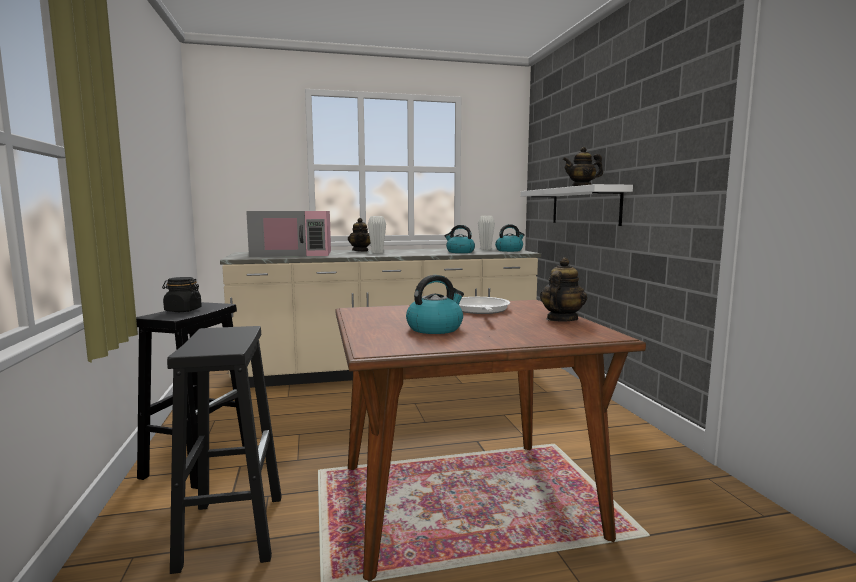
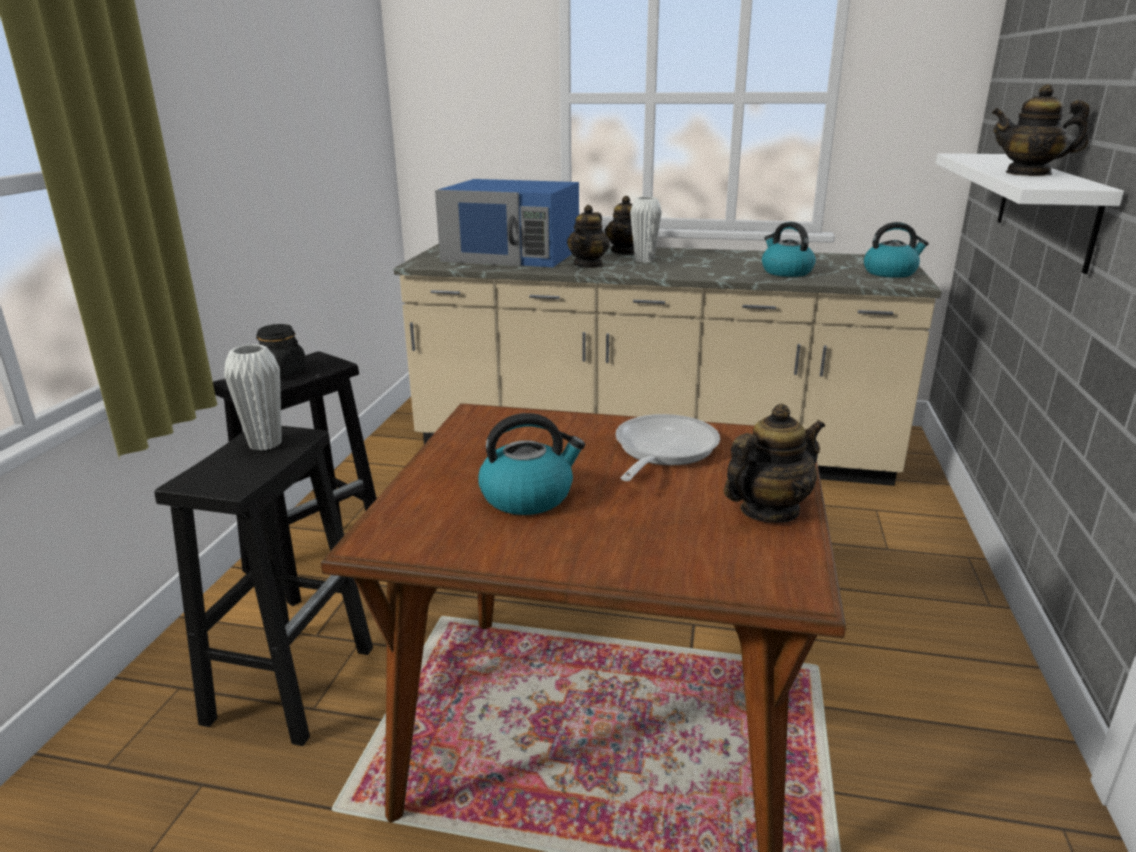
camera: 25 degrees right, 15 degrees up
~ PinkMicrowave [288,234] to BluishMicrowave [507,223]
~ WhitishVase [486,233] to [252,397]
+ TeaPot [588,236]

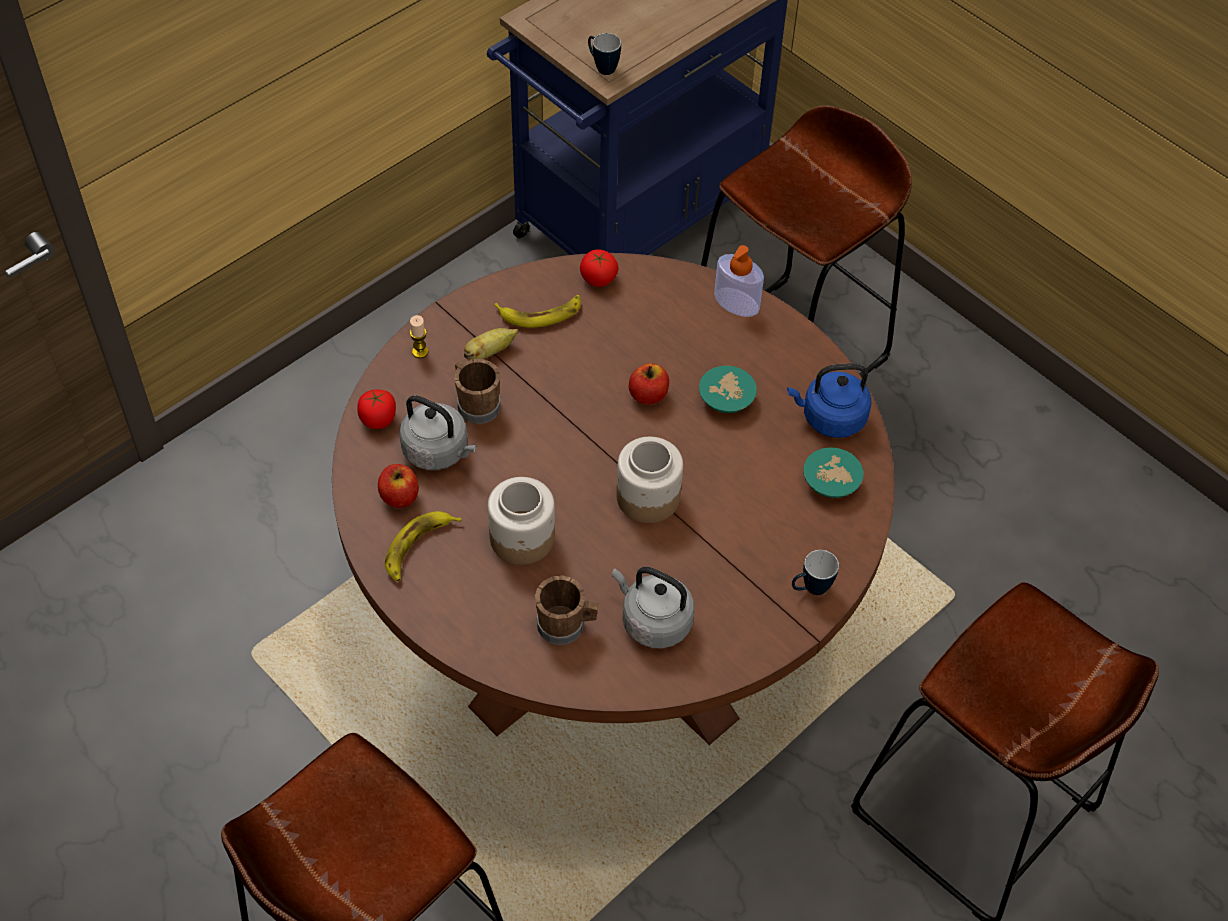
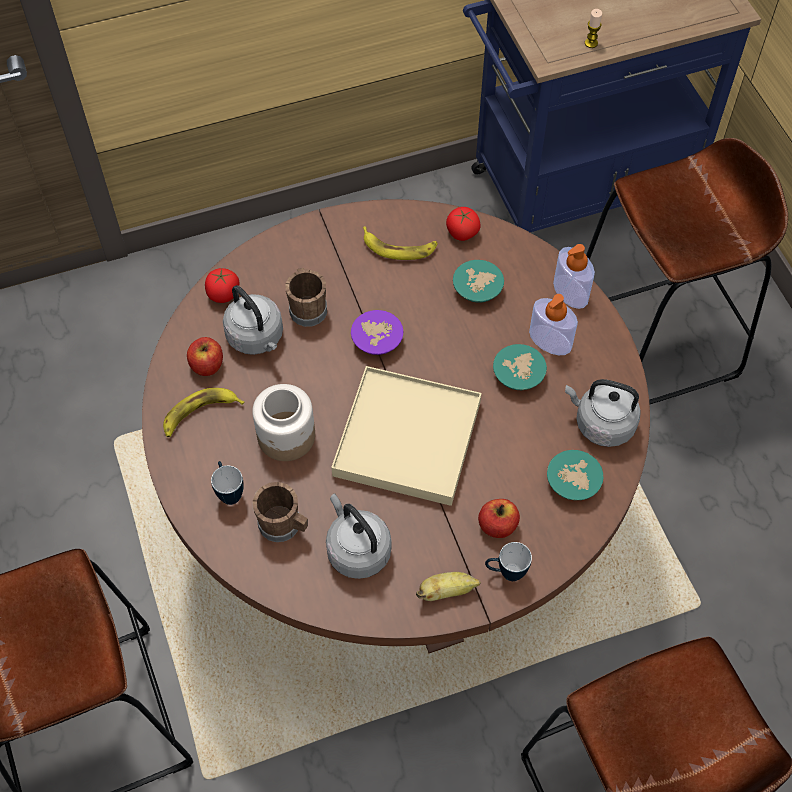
camera: 25 degrees right, 5 degrees up
~ TeaMug [604,54] to [227,483]
~ Candle [419,336] to [593,28]
~ BananaFruit [491,344] to [448,586]
~ AppleFruit [649,384] to [499,518]
~ BluishTeaKettle [829,401] to GrayTeaKettle [603,413]
~ StorageJar [649,480] to SandColouredTray [406,436]
+ BlueGreenServingBowl [478,281]
+ LiquidSoapBottle [553,325]
+ PurpleServingBowl [377,332]

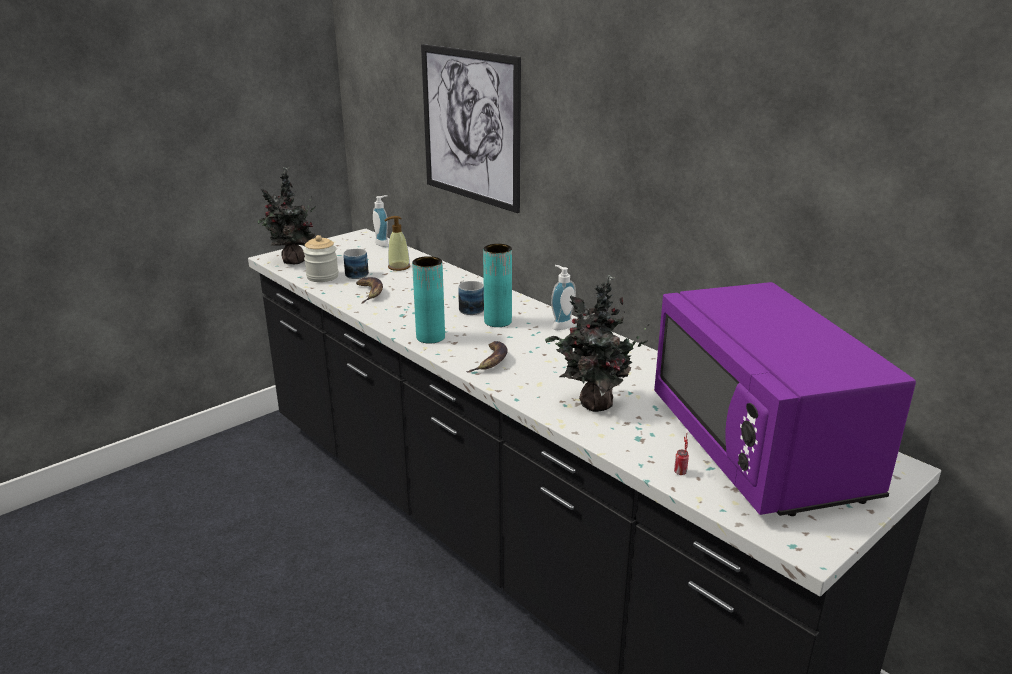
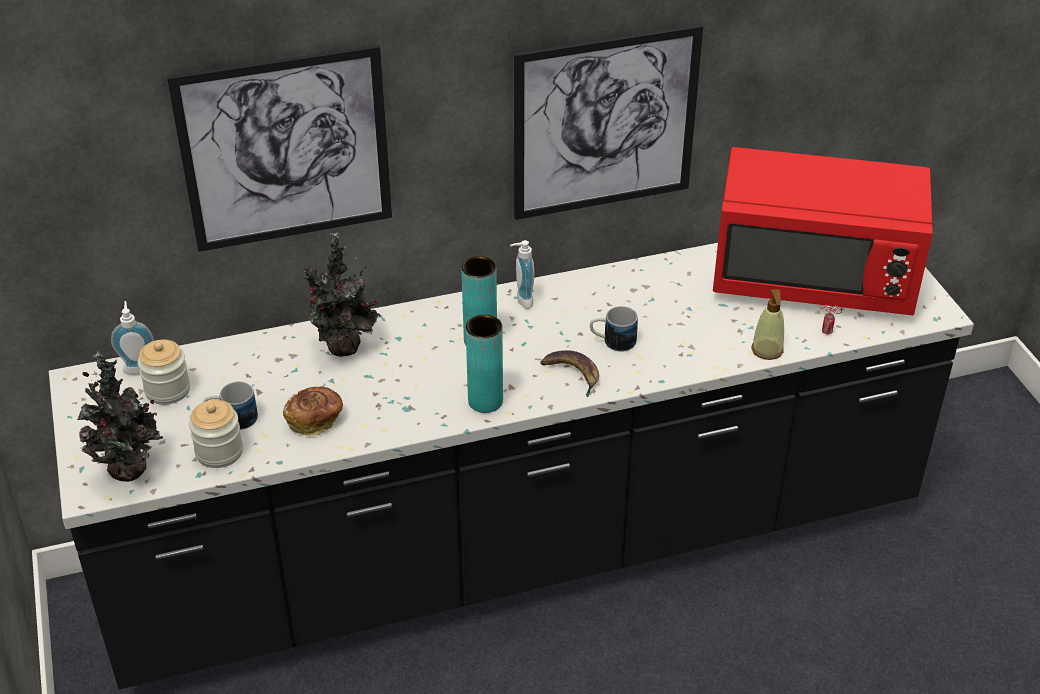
camera: 65 degrees left, 15 degrees up
~ LiquidSoapBottle [398,243] to [768,324]
~ PottedPlant [597,343] to [342,294]
~ BananaFruit [369,290] to BakeryBread [313,411]
~ TeaMug [471,297] to [614,329]
~ PurpleMicrowave [785,399] to ReddishMicrowave [823,231]
+ WallPicture [608,122]
+ StorageJar [163,372]

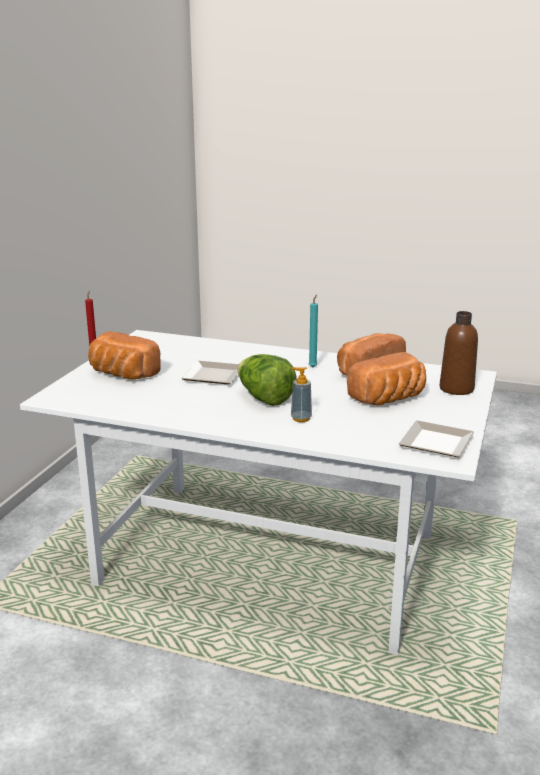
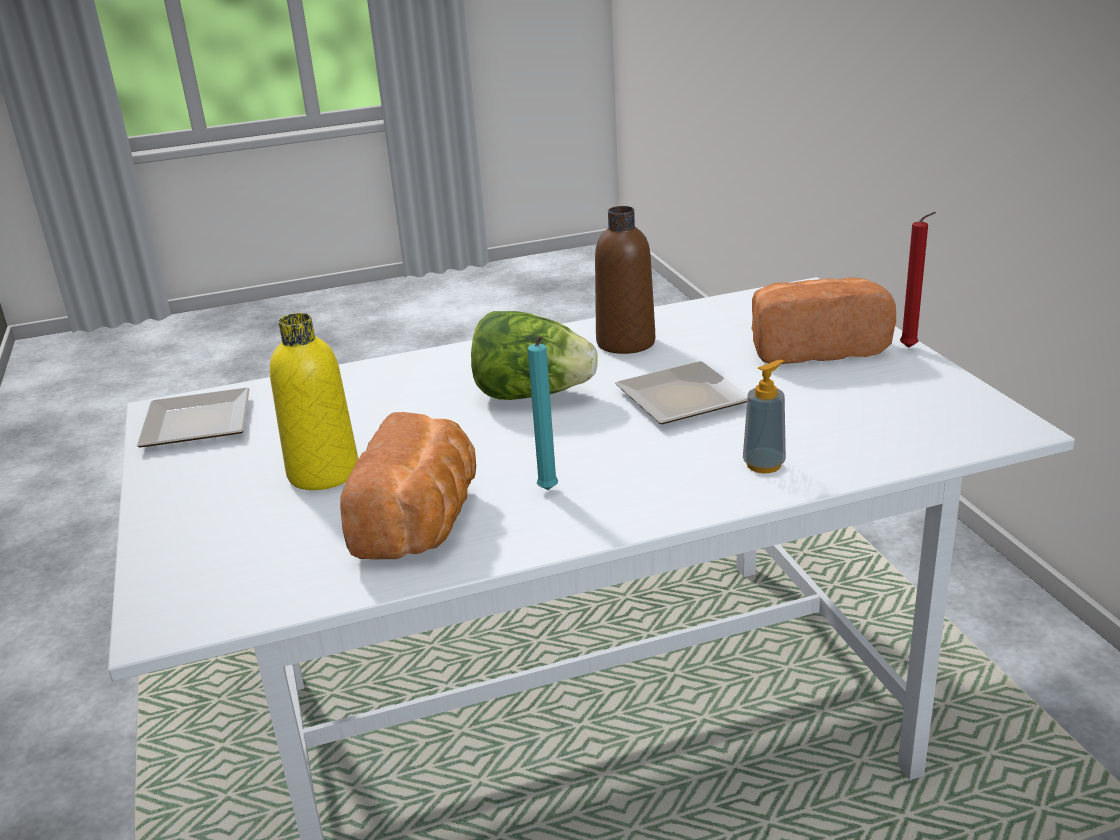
camera: 145 degrees right, 5 degrees up
~ BrownDrinkBottle [459,353] to [625,280]
~ BakeryBread [386,379] to YellowColouredDrinkBottle [314,401]
~ LiquidSoapBottle [301,394] to [764,416]

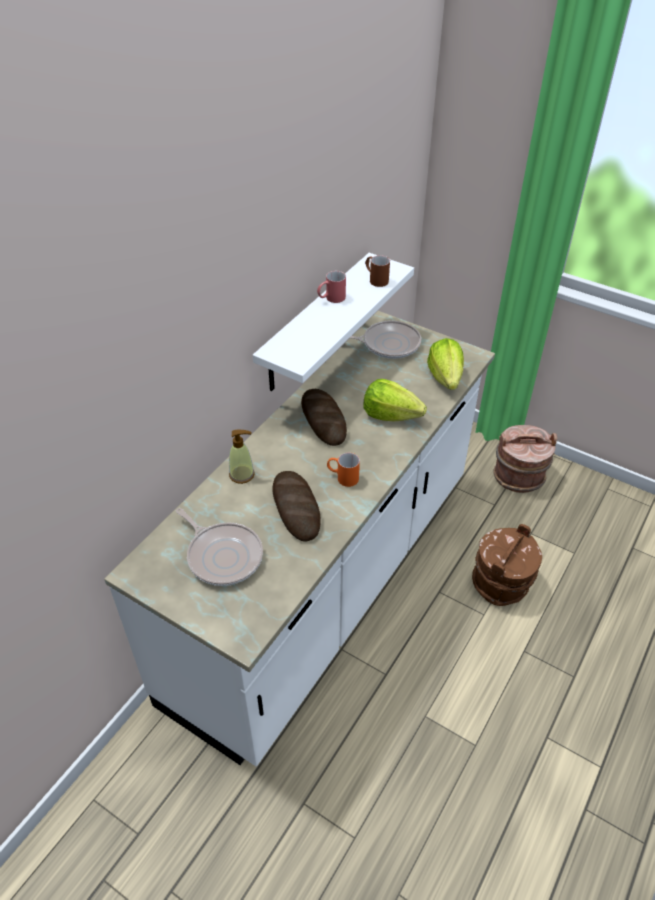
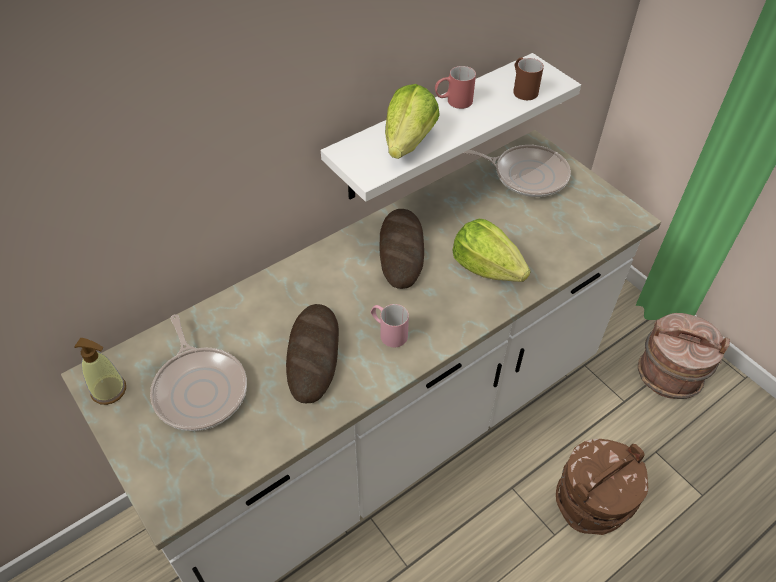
camera: 20 degrees right, 5 degrees up
~ Lettuce [445,364] to [412,121]
~ LiquidSoapBottle [242,457] to [100,371]
~ OrangeTeaMug [343,470] to PinkTeaMug [390,325]

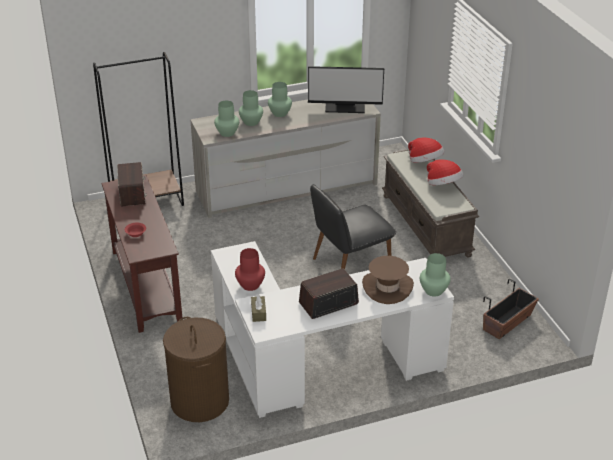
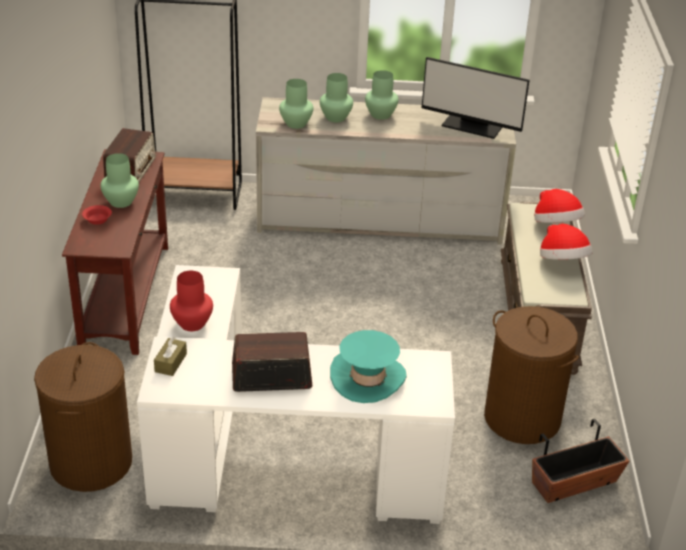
camera: 20 degrees right, 0 degrees up
- BlackishPlainChair [353,227]
~ GreenVase [435,275] to [119,180]
~ BrownWearableHat [388,280] to BlueGreenWearableHat [368,366]
+ BrownHamper [531,375]

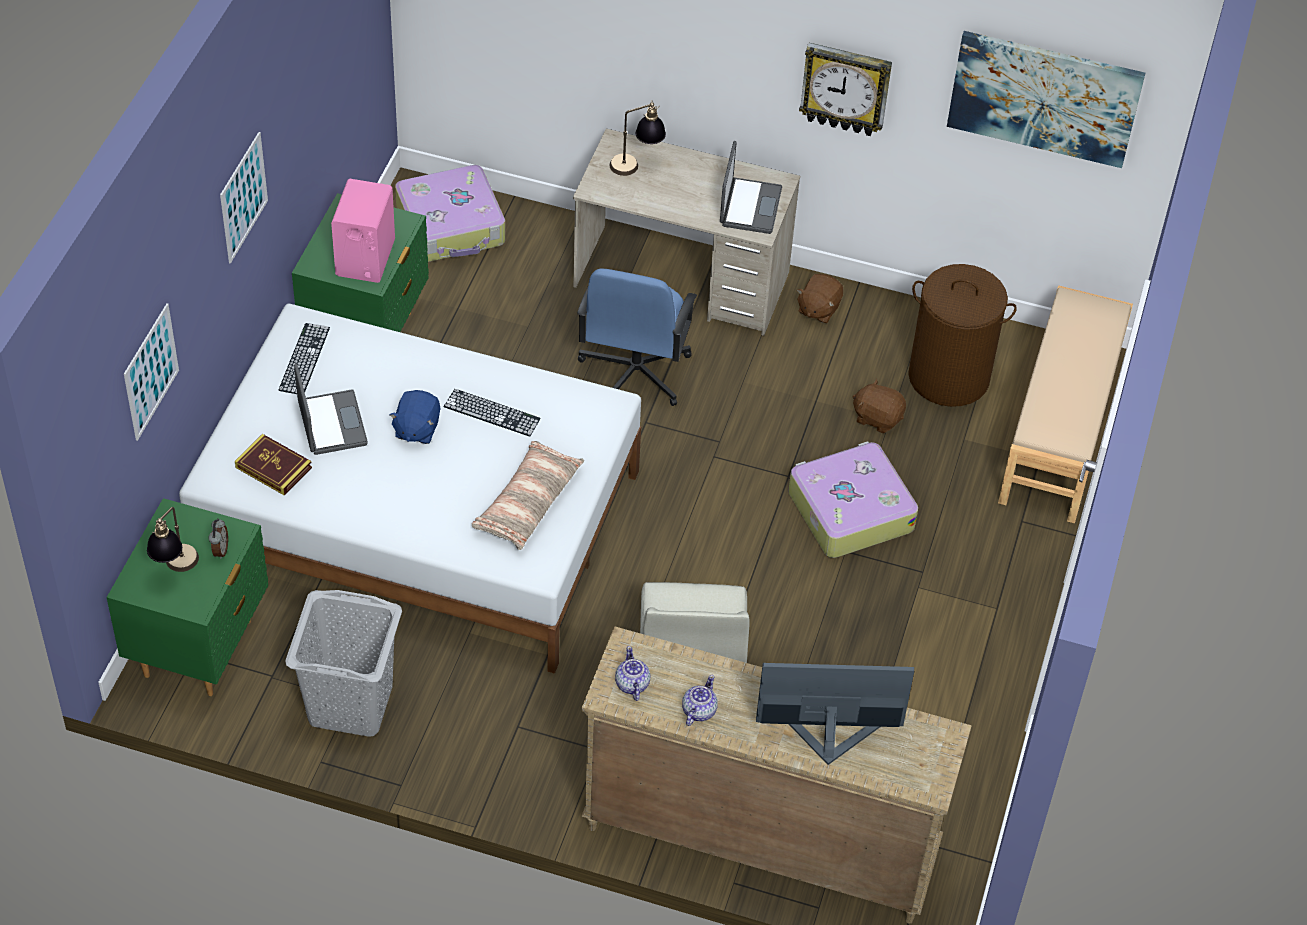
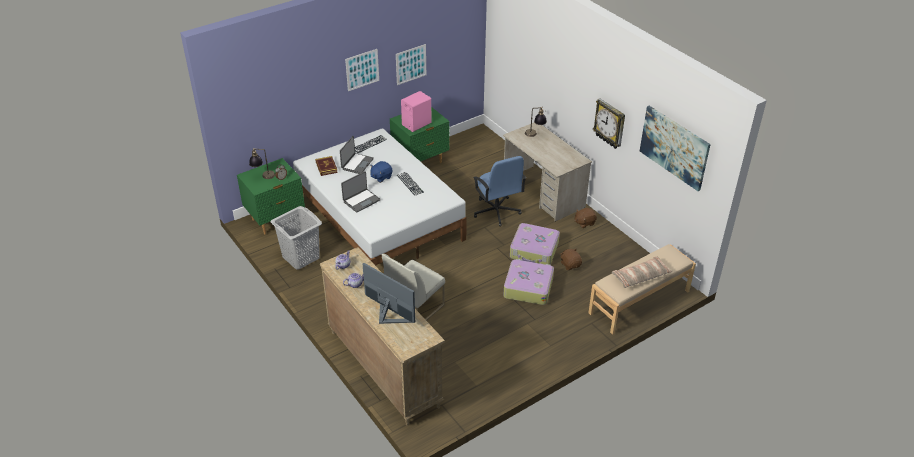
camera: 40 degrees right, 10 degrees down
~ PortableComputer [751,187] to [361,192]
~ PieceOfLuggage [450,213] to [535,244]
- BrownHamper [962,335]
~ BluishDeskChair [637,337] = [499,191] 75 degrees counterclockwise
~ WallPicture [151,372] to [411,64]
~ Cushion [528,495] to [642,272]

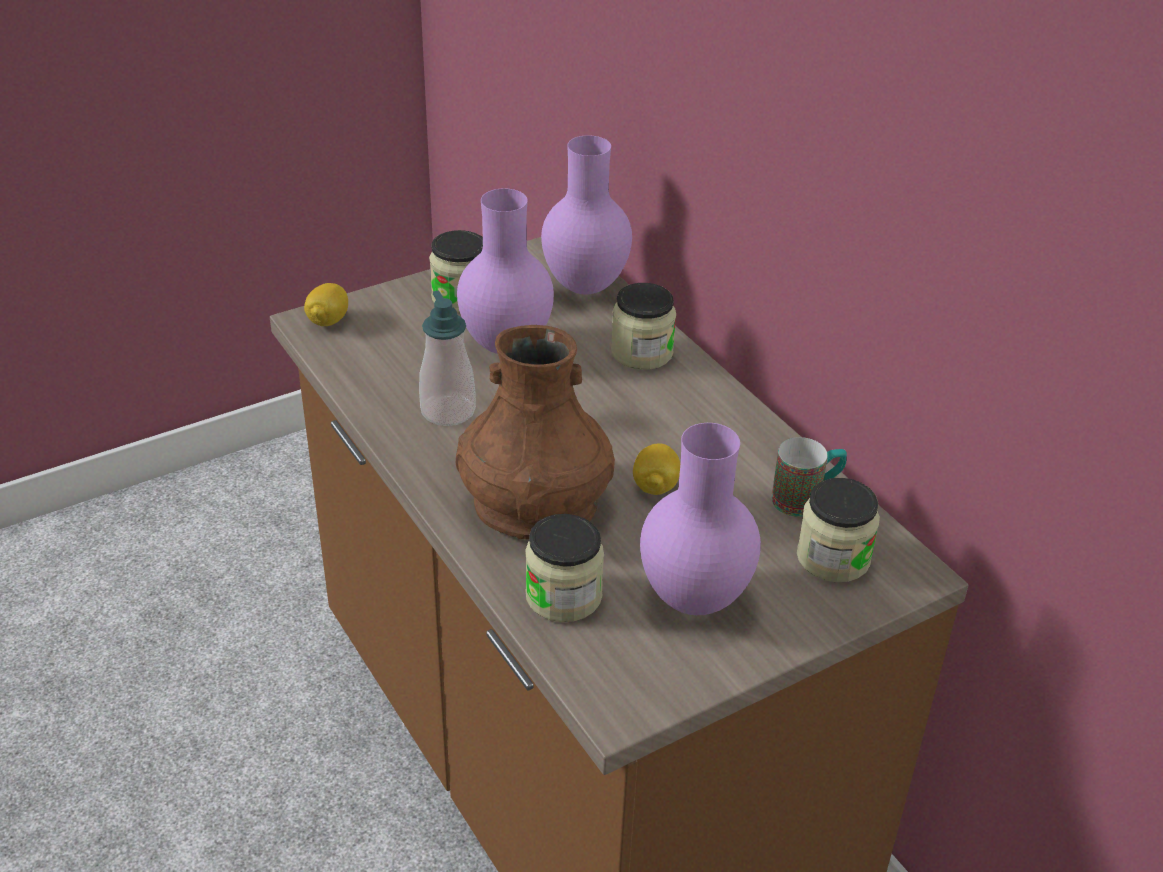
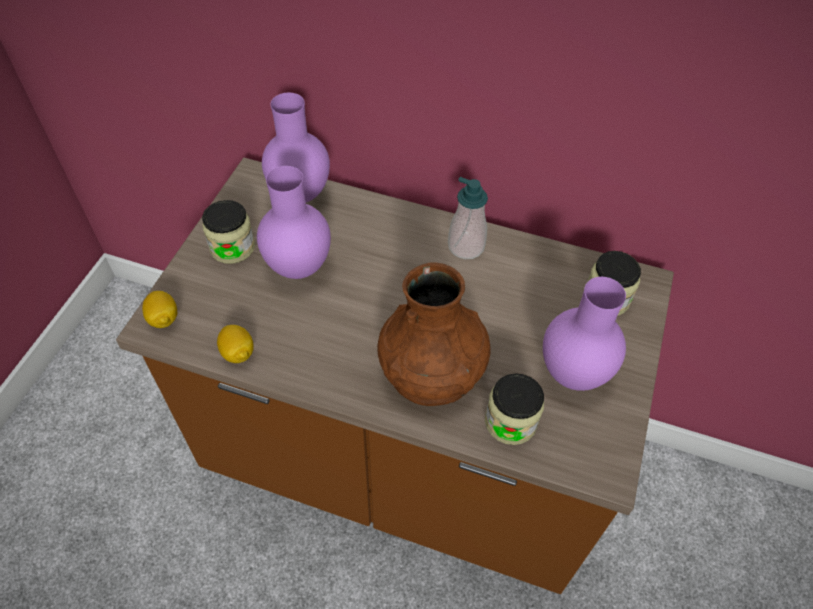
camera: 40 degrees left, 15 degrees up
- StorageJar [643,326]
~ LiquidSoapBottle [447,358] to [468,218]
- TeaMug [809,477]
~ Lemon [656,469] to [235,344]

